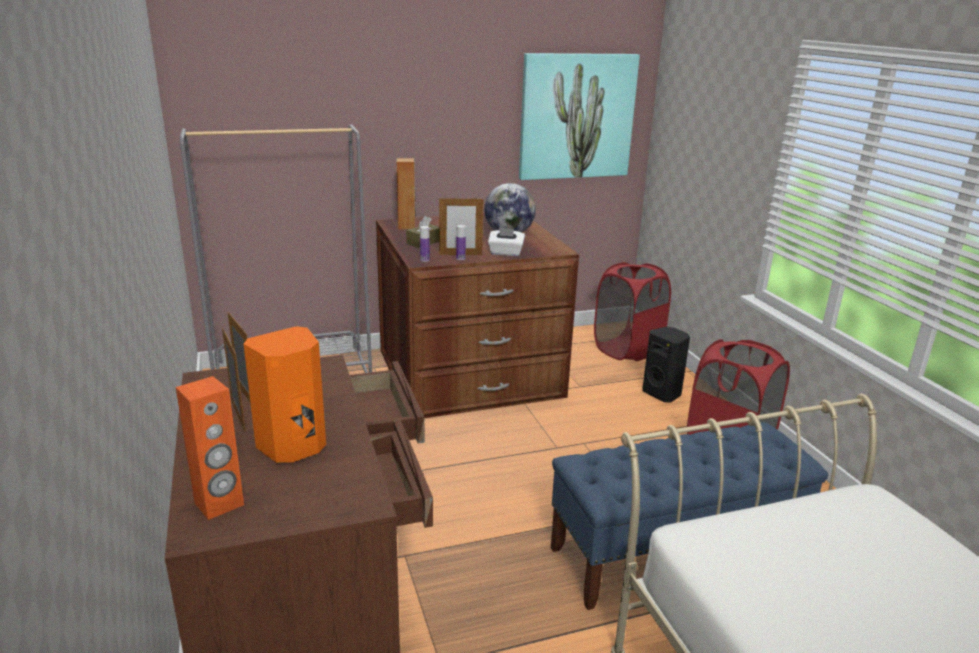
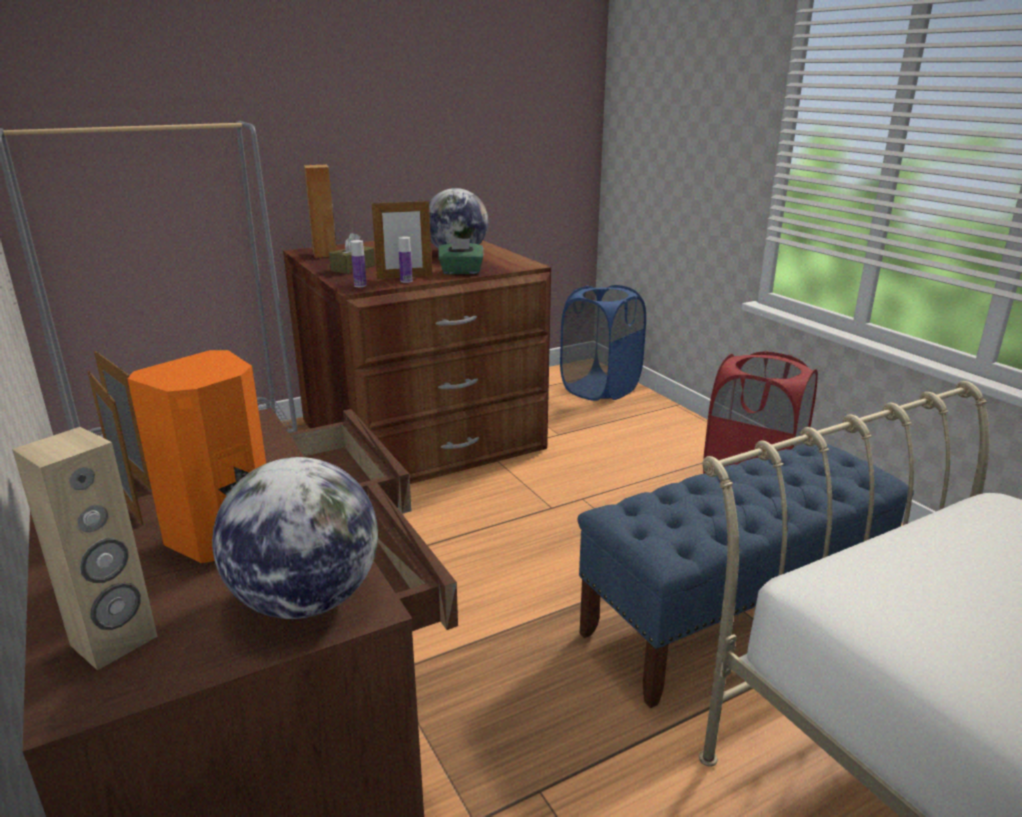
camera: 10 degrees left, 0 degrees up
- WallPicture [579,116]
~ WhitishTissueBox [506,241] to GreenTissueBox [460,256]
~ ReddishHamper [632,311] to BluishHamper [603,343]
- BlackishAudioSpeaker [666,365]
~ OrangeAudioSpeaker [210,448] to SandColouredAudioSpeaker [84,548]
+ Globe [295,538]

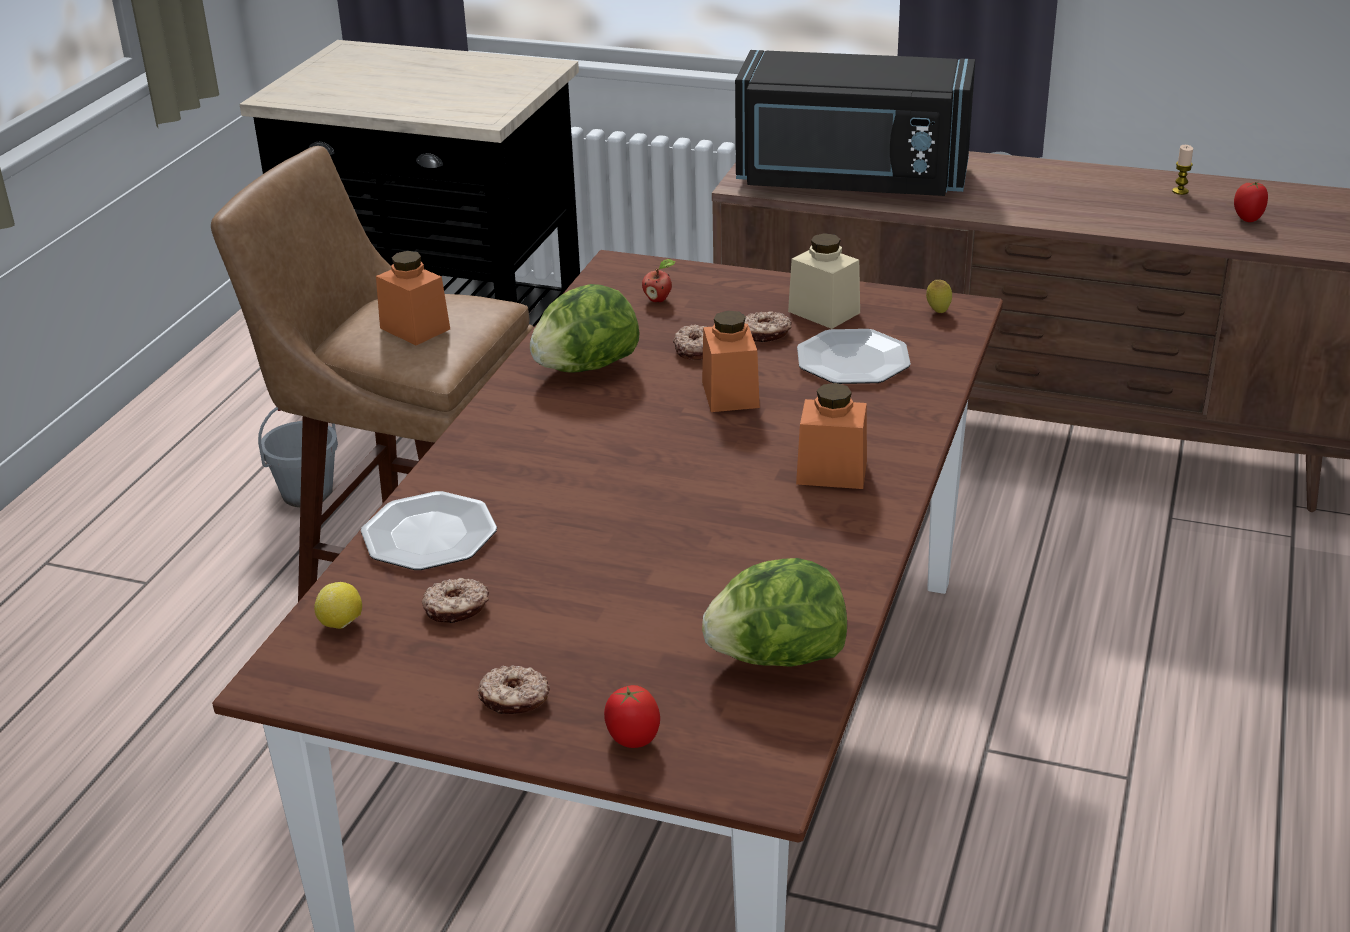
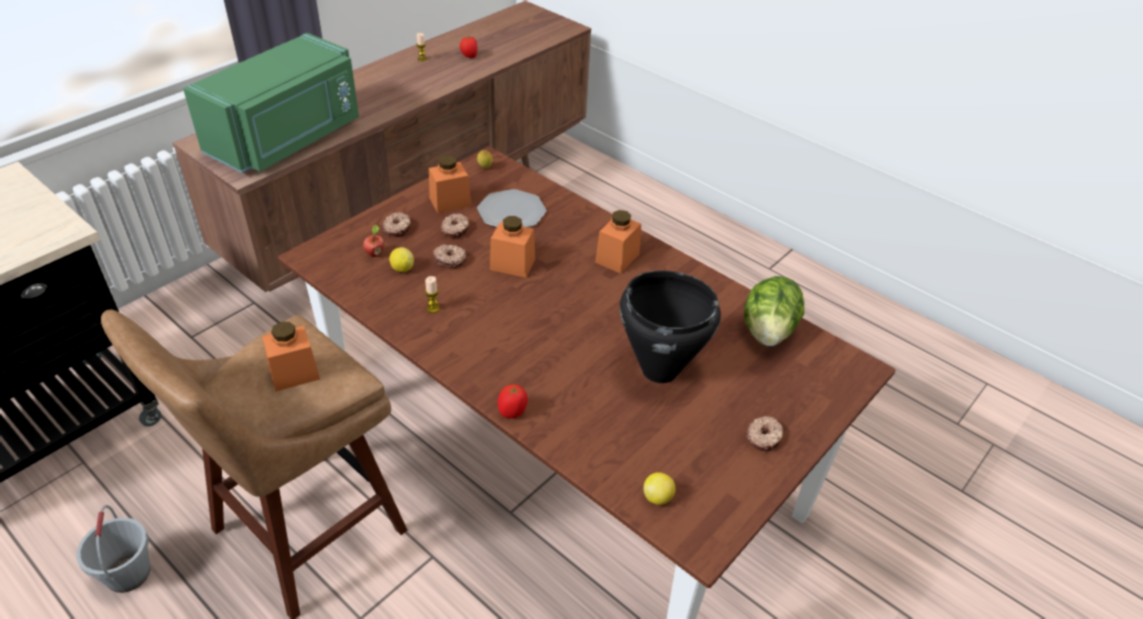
camera: 70 degrees left, 10 degrees up
~ BlackishMicrowave [855,123] to GreenMicrowave [271,103]
~ SandColouredStorageJar [824,281] to OrangeStorageJar [450,184]
~ Lettuce [584,328] to Candle [432,294]
- DinnerPlate [429,530]
~ Doughnut [455,600] to [397,224]
~ Tomato [632,716] to [513,401]
+ Lemon [401,259]
+ BlackishSaucepot [670,326]

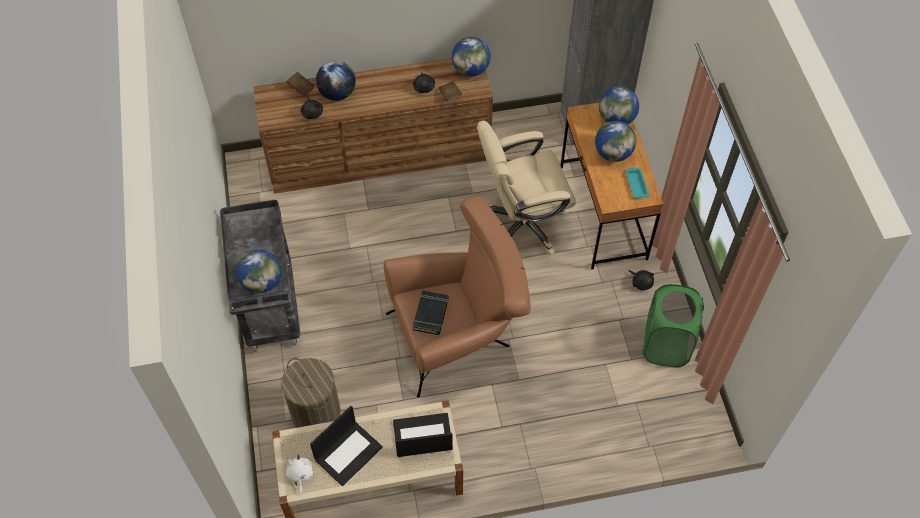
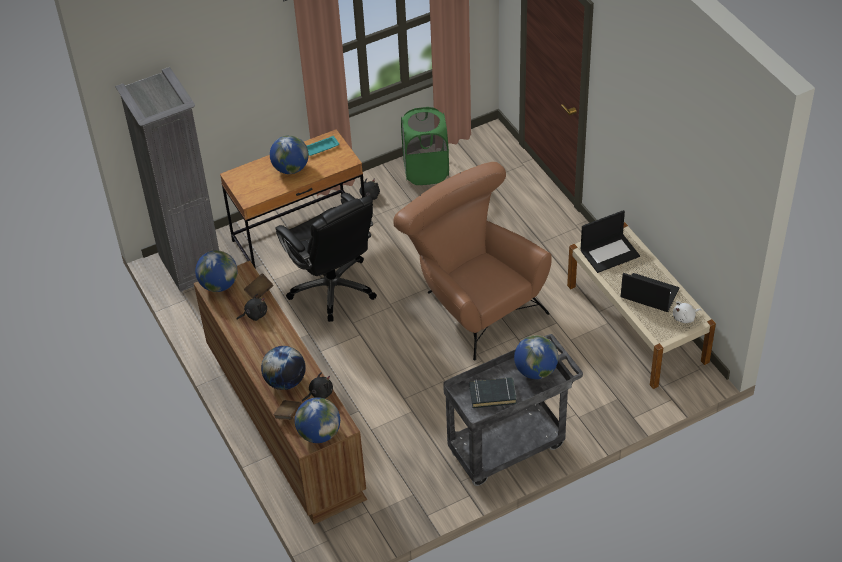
camera: 105 degrees left, 10 degrees down
~ Globe [619,105] to [317,420]
~ SandColouredDeskChair [526,188] to BlackishDeskChair [326,257]
~ BlackishBoundBook [431,312] to [493,392]
- Hamper [311,393]
~ PortableComputer [423,435] = [610,241] 90 degrees counterclockwise

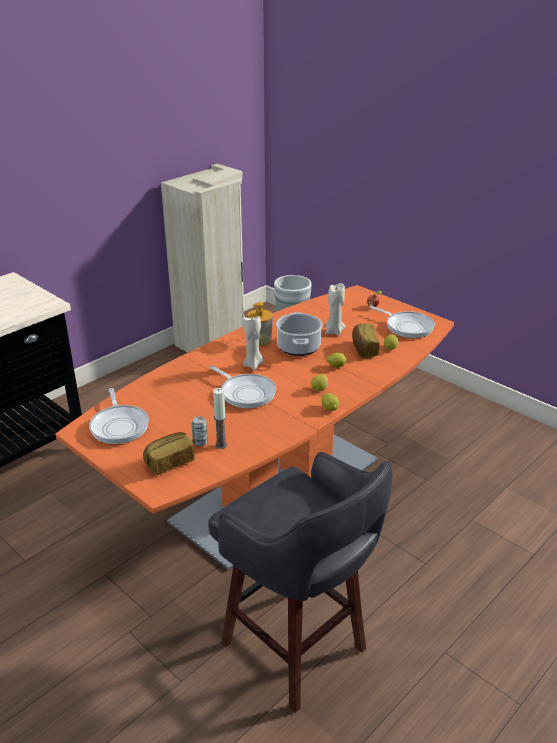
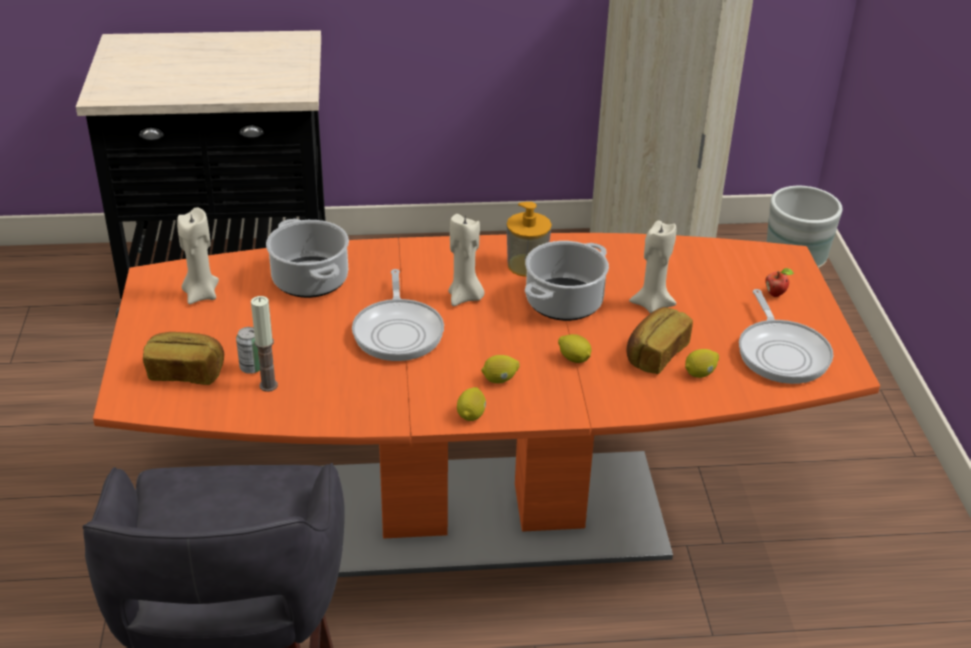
camera: 40 degrees right, 5 degrees up
~ Pan [119,416] to SandColouredCandle [198,255]
+ Saucepot [307,258]

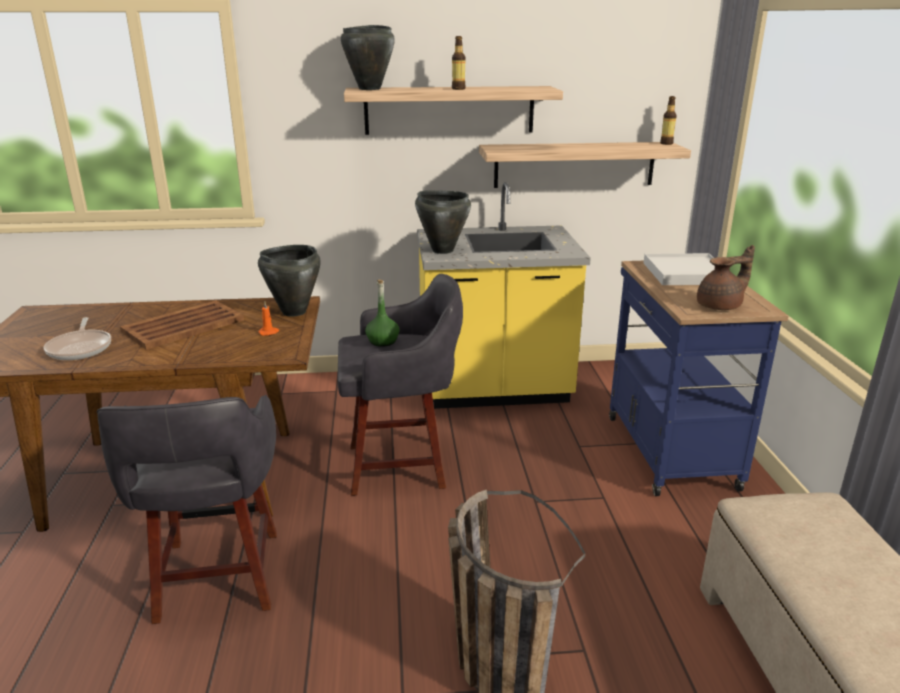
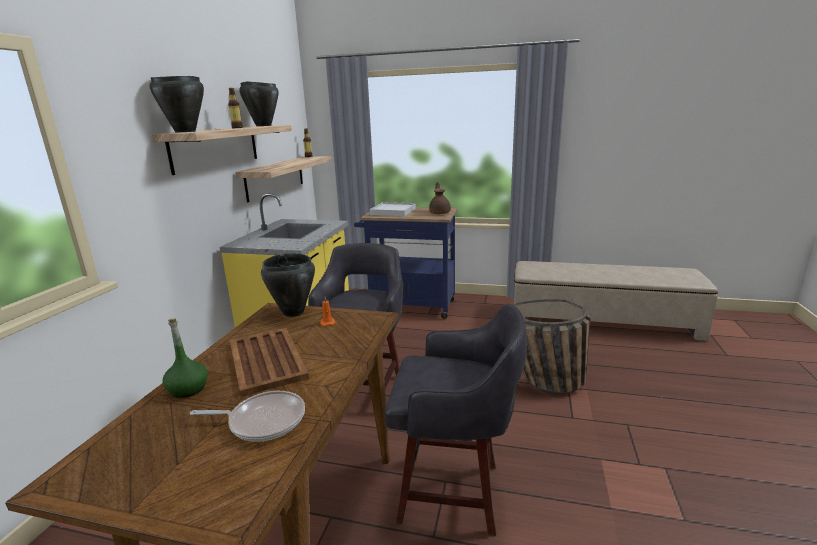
camera: 70 degrees left, 5 degrees down
~ BlackishSaucepot [443,222] to [259,104]
~ GreenDrinkBottle [382,313] to [185,358]

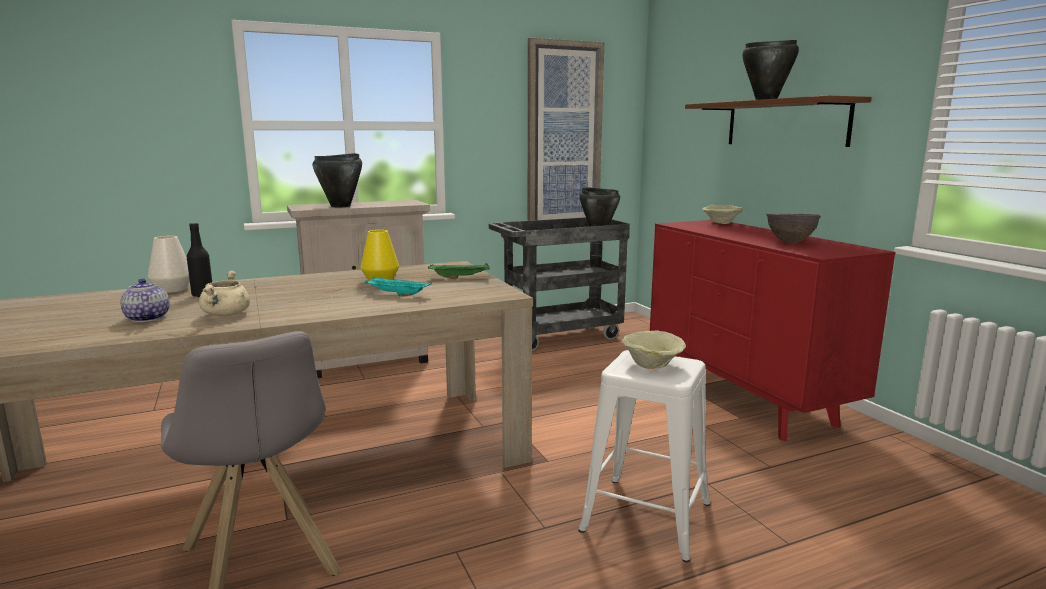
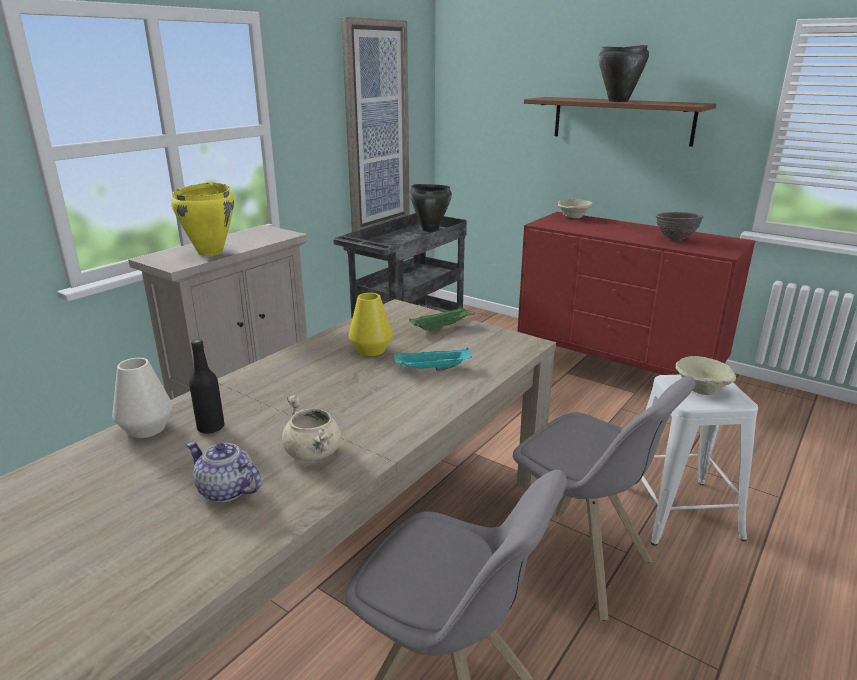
camera: 30 degrees left, 10 degrees up
~ BlackishSaucepot [337,180] to YellowColouredSaucepot [202,219]
+ GrayPlainChair [604,498]

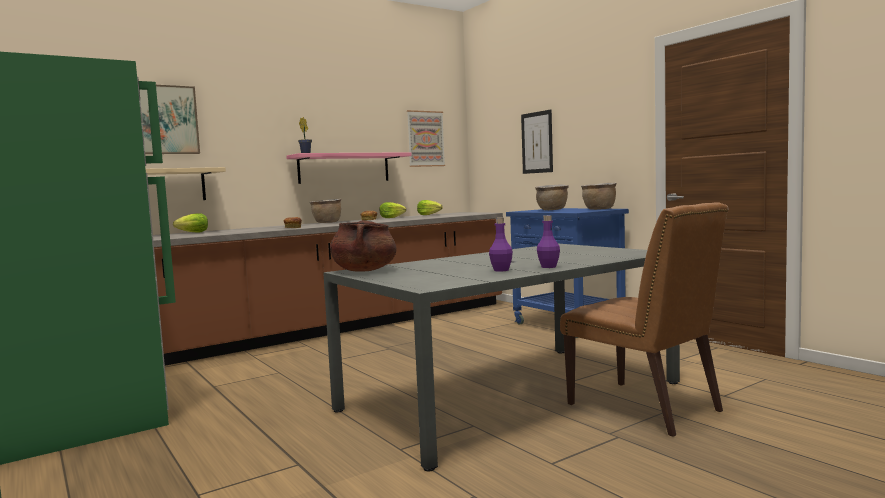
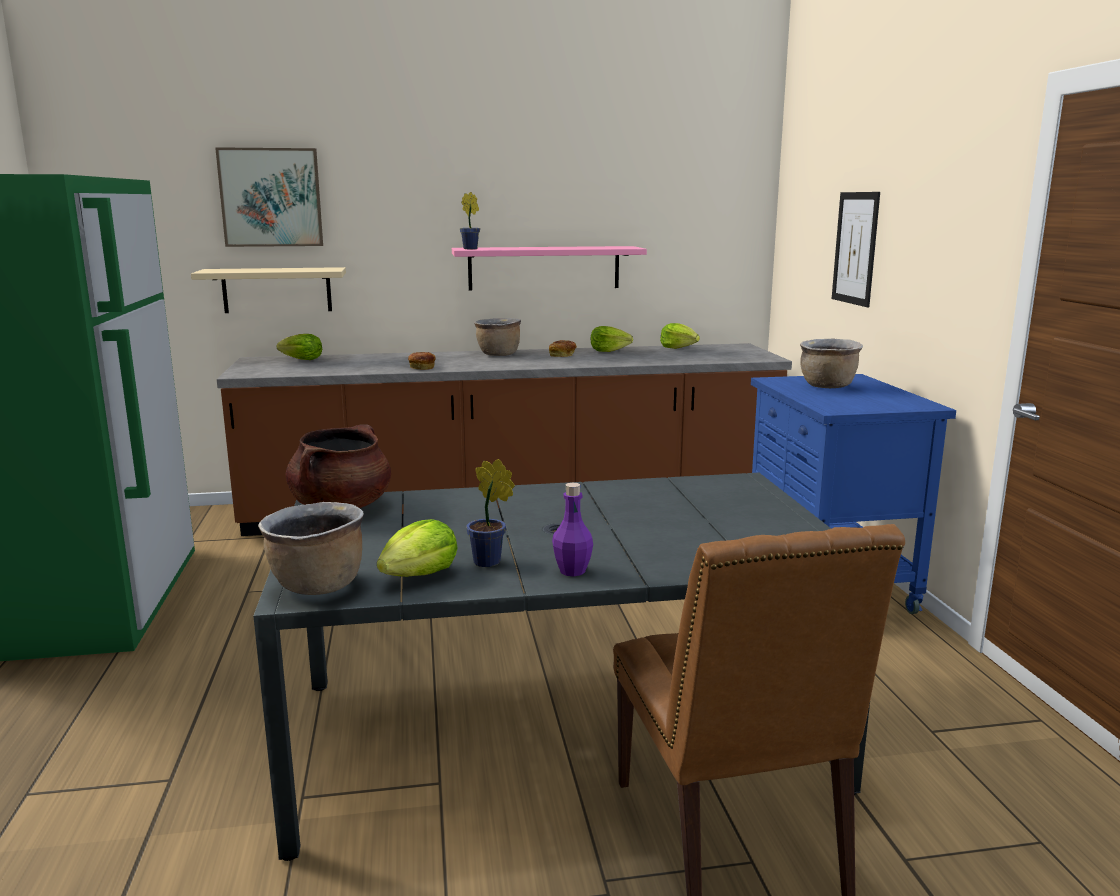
camera: 25 degrees right, 10 degrees up
- WallPicture [426,138]
~ BrownSaucepot [598,196] to [311,548]
~ PurpleDrinkBottle [501,245] to PottedPlant [490,513]
+ Lettuce [417,548]

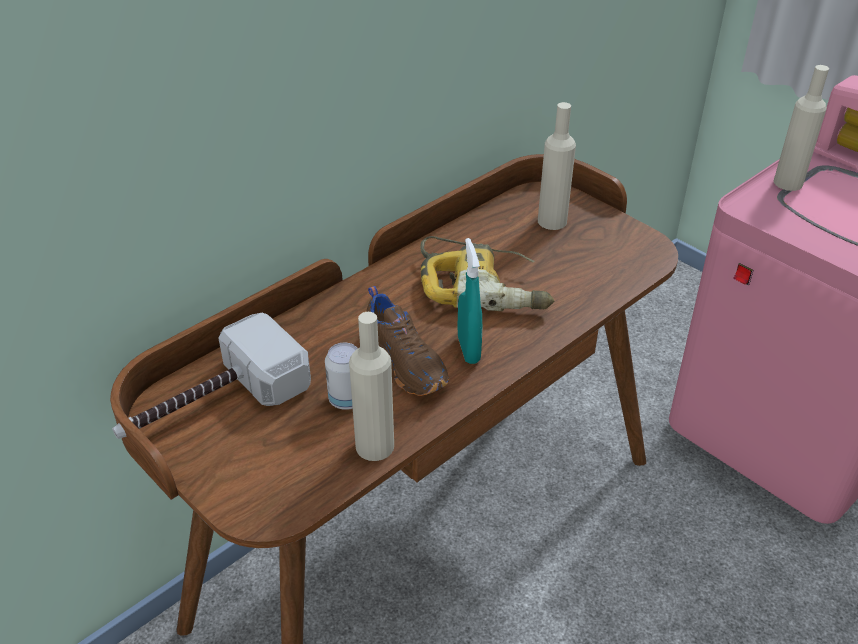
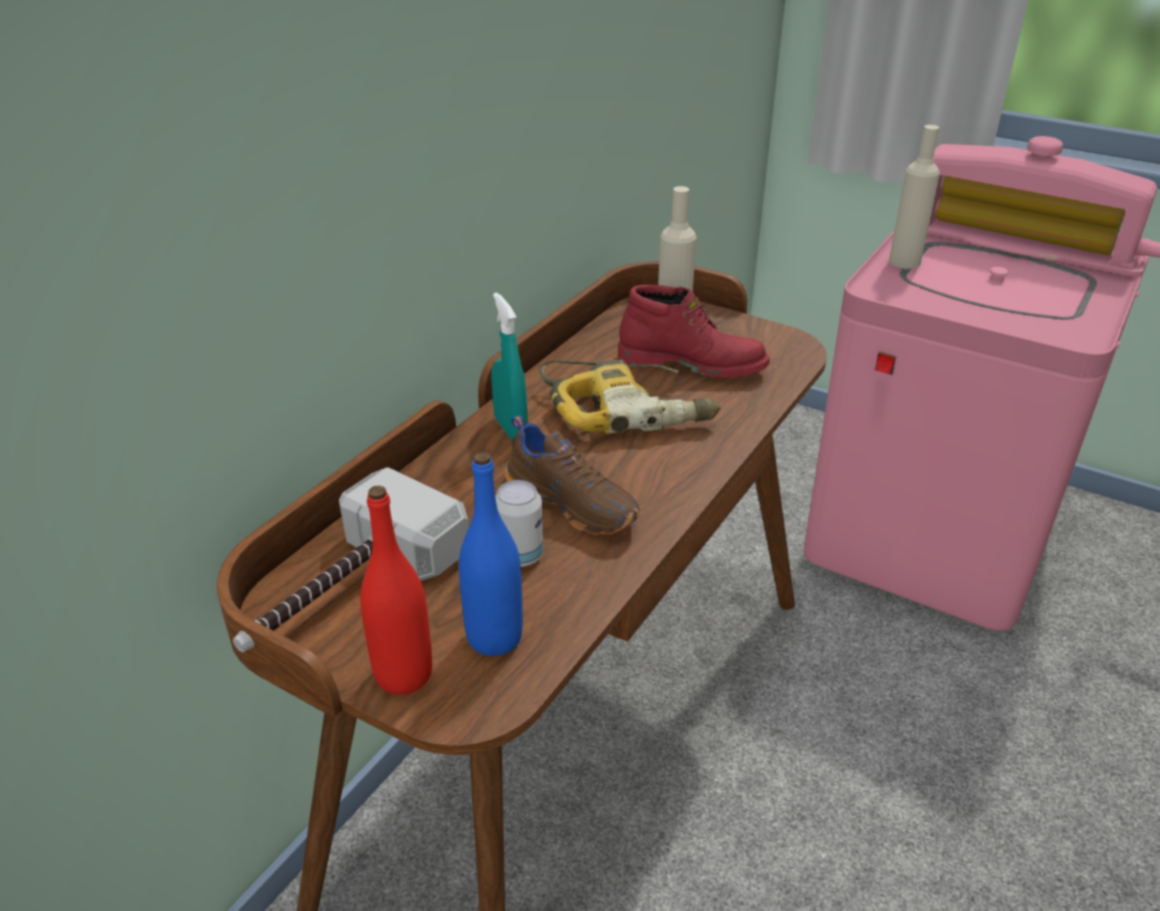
camera: 15 degrees left, 5 degrees down
~ BlueGreenHandSprayer [469,301] to [509,366]
- SandColouredDrinkBottle [371,386]
+ ReddishBoot [694,331]
+ BluishDrinkBottle [491,554]
+ ReddishDrinkBottle [396,590]

